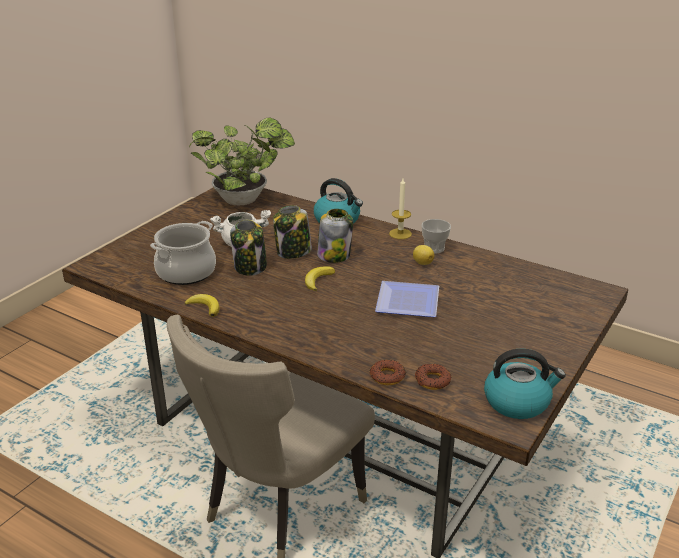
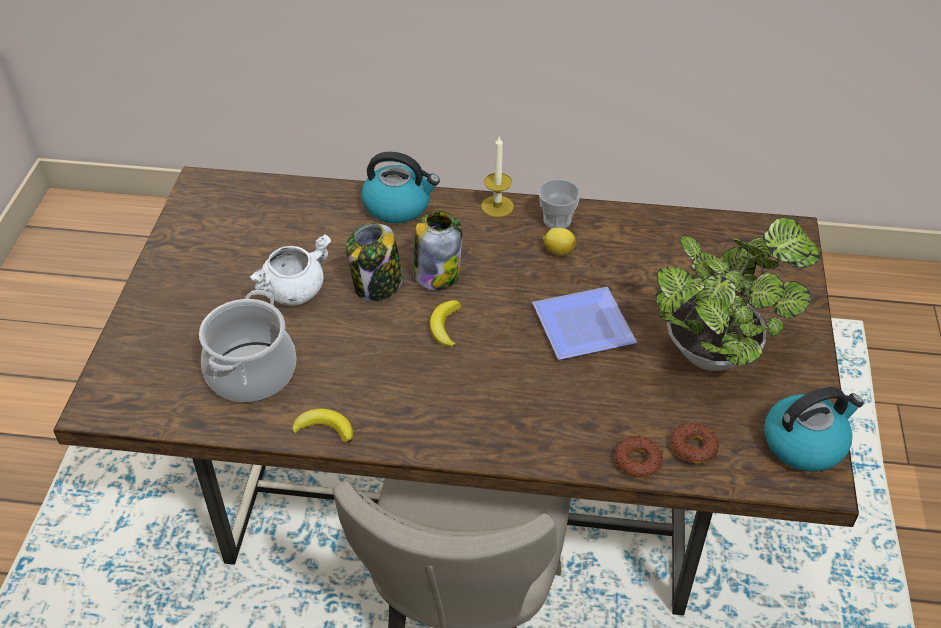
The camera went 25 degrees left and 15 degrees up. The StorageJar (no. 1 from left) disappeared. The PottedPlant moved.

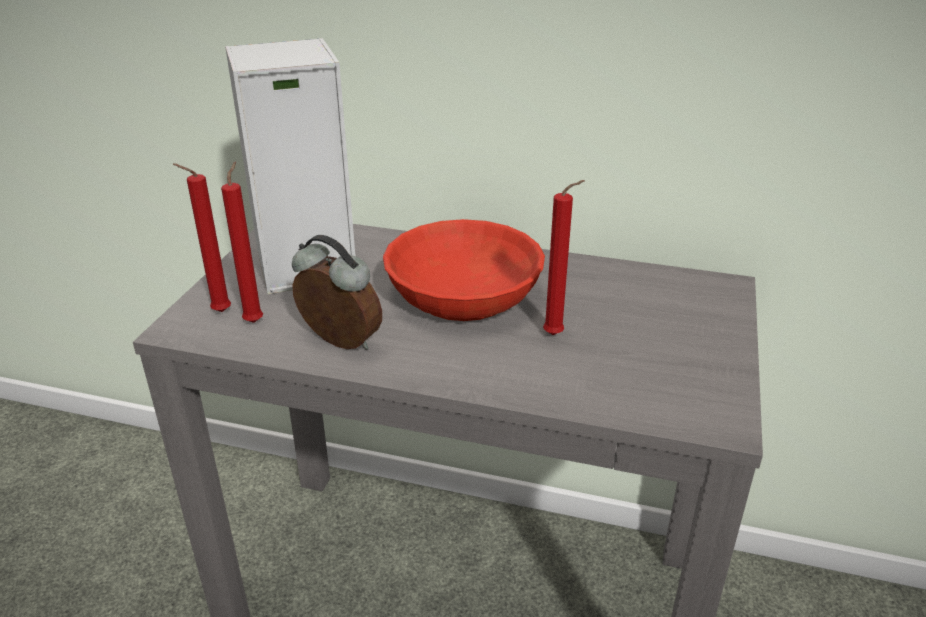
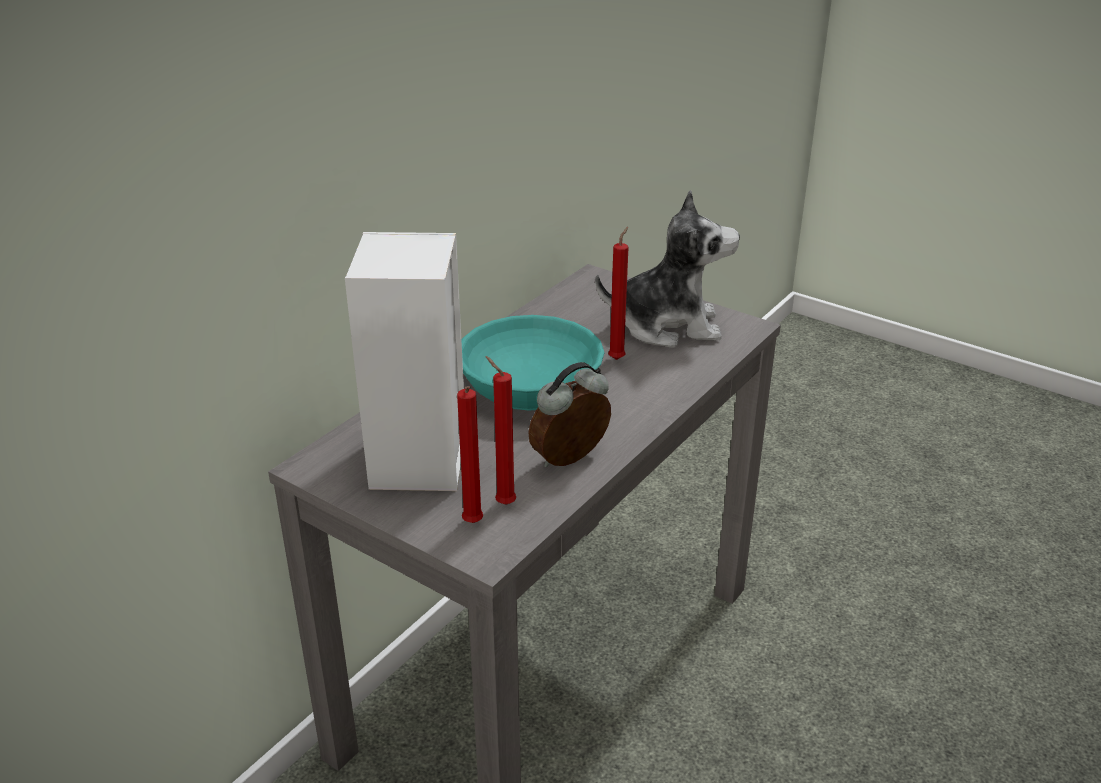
The camera went 70 degrees left and 0 degrees up. The PlushToy appeared. The RedColouredDeepDish became the BlueGreenDeepDish.

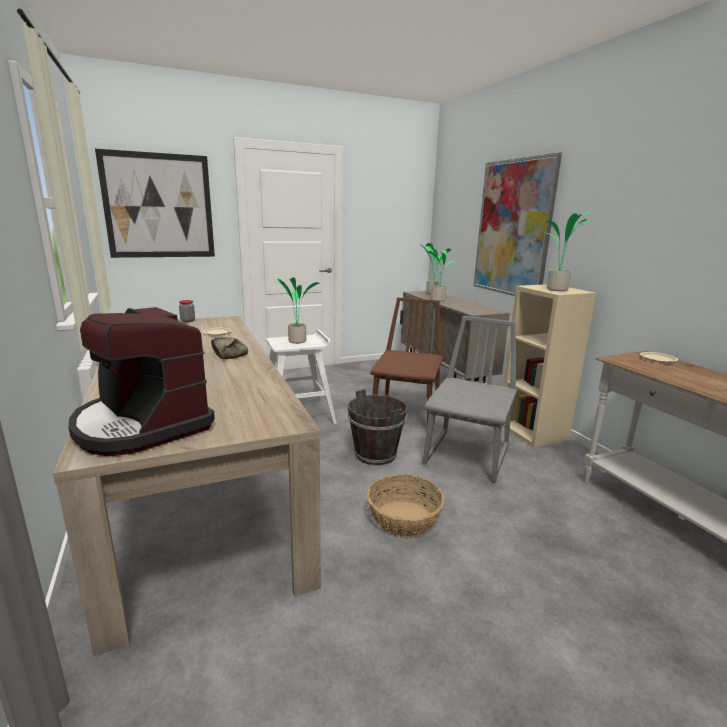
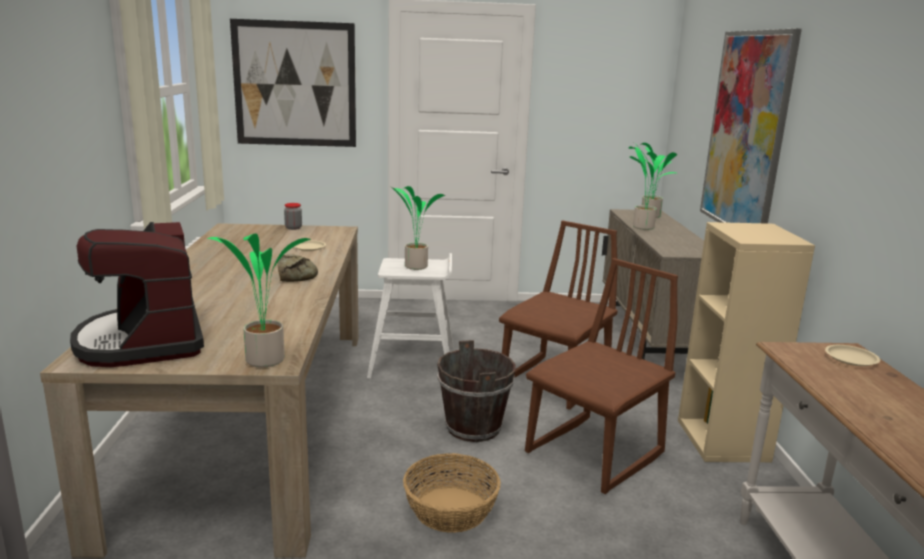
The camera went 20 degrees right and 0 degrees up. The PottedPlant (no. 4 from left in the first image) moved. The GrayChair became the BrownishChair (no. 2 from left).

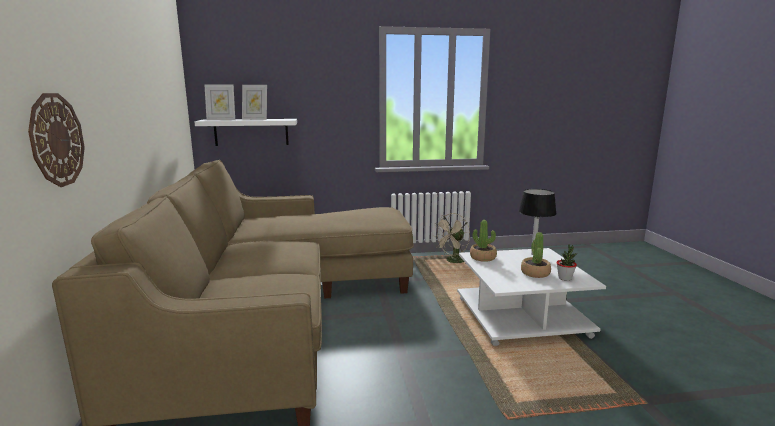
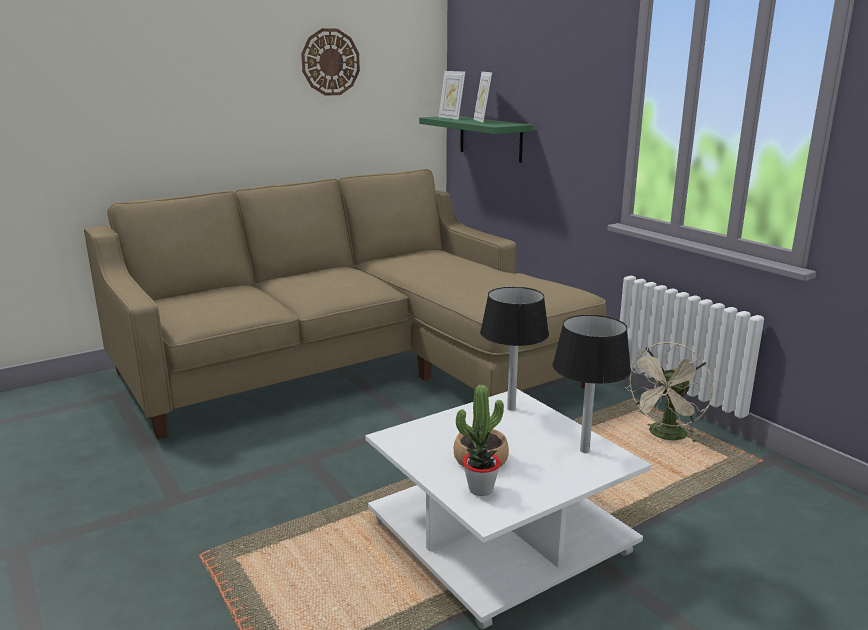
The camera went 65 degrees right and 5 degrees up. The WallClock moved. The PottedPlant (no. 1 from left) was replaced by the BlackColouredTableLamp (no. 1 from left). The WhiteBracketShelf became the GreenBracketShelf. The BeigeFan turned 75 degrees counterclockwise.

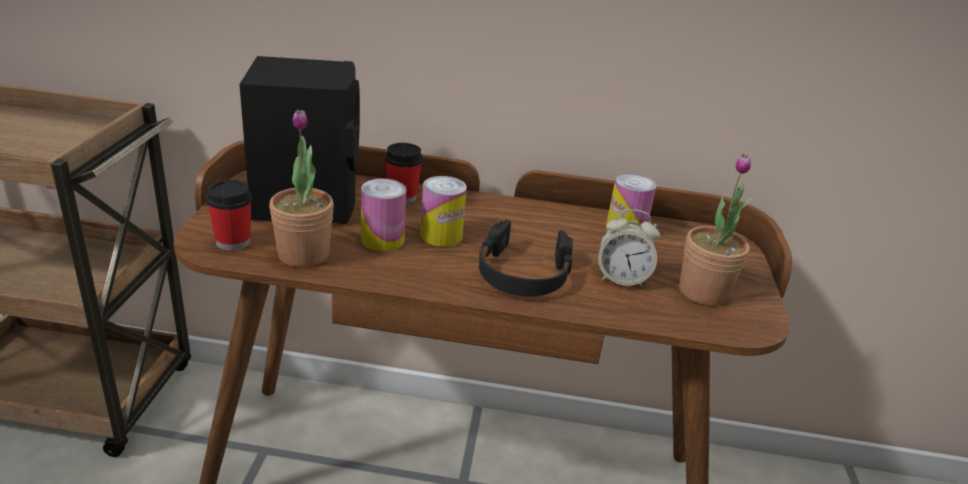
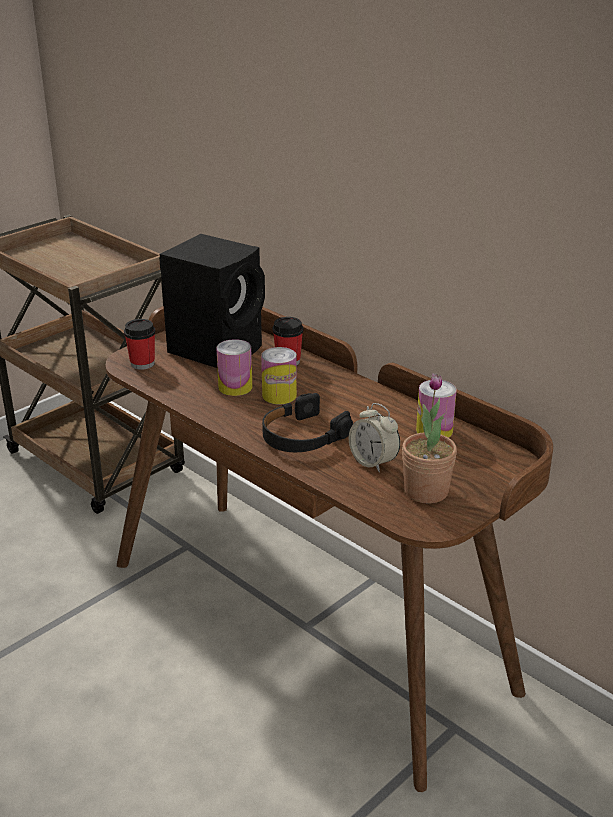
The camera went 40 degrees right and 0 degrees up. The PottedPlant (no. 1 from left) disappeared.

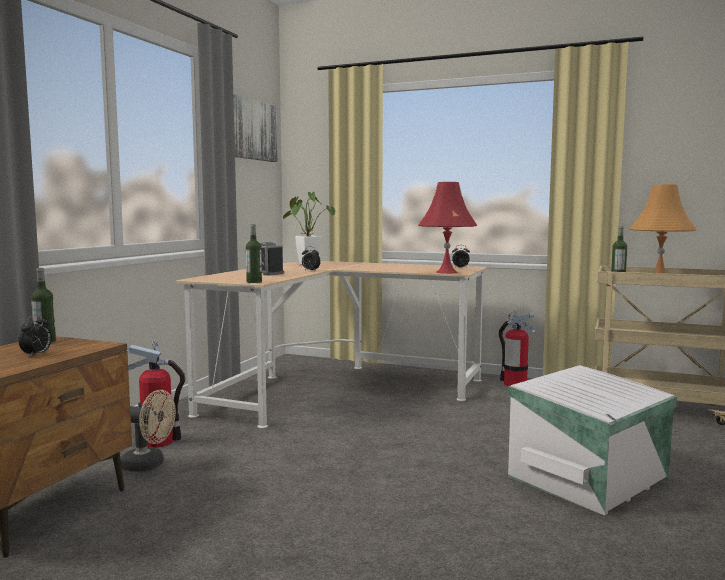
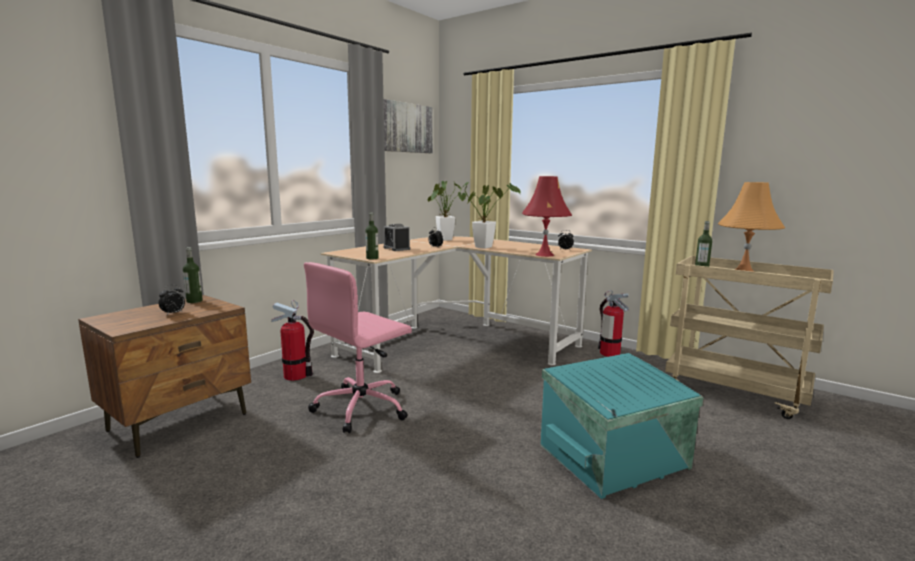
The camera went 15 degrees right and 5 degrees up. The BeigeFan disappeared. The PinkDeskChair appeared. The PottedPlant (no. 2 from left) appeared. The WhiteStorageBox became the BlueGreenStorageBox.

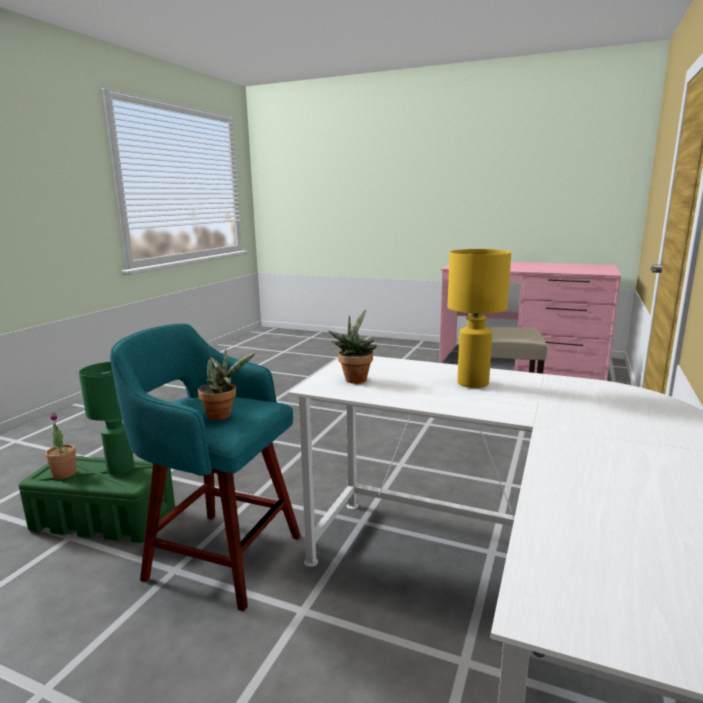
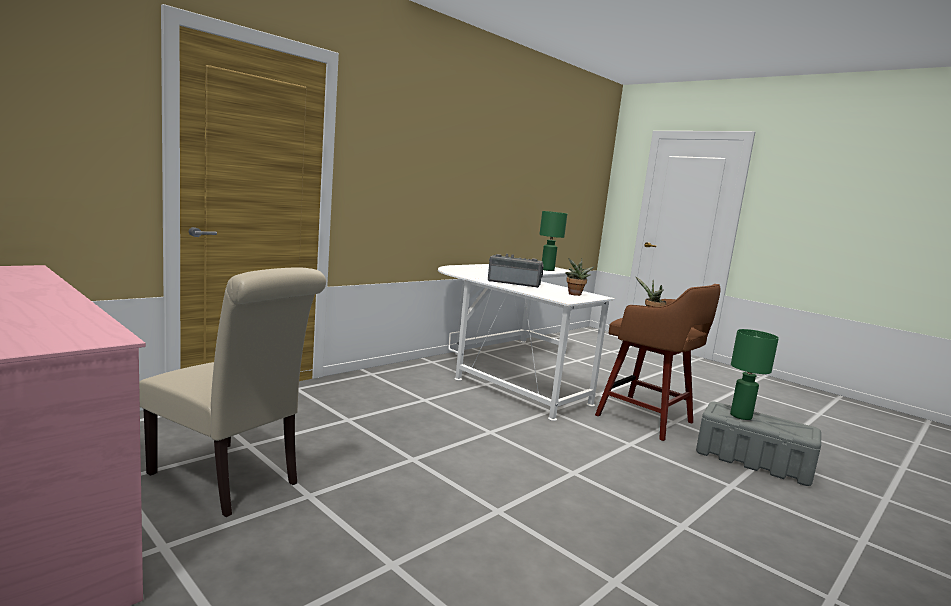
The camera went 160 degrees left and 5 degrees down. The PottedPlant (no. 1 from left) disappeared. The GreenTableLamp (no. 1 from left) appeared. The YellowColouredTableLamp was replaced by the RadioReceiver. The GreenStorageBox became the GrayStorageBox. The BlueGreenStool became the BrownishStool.

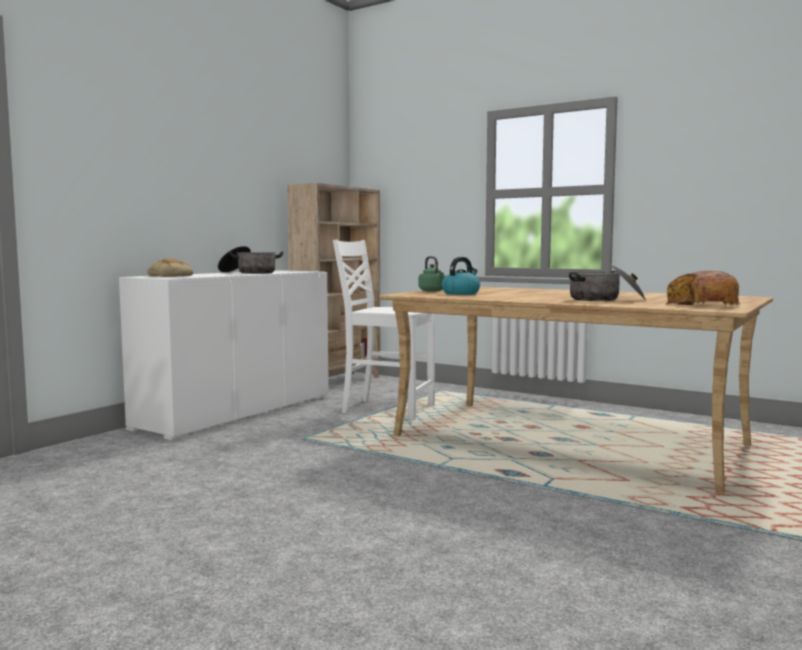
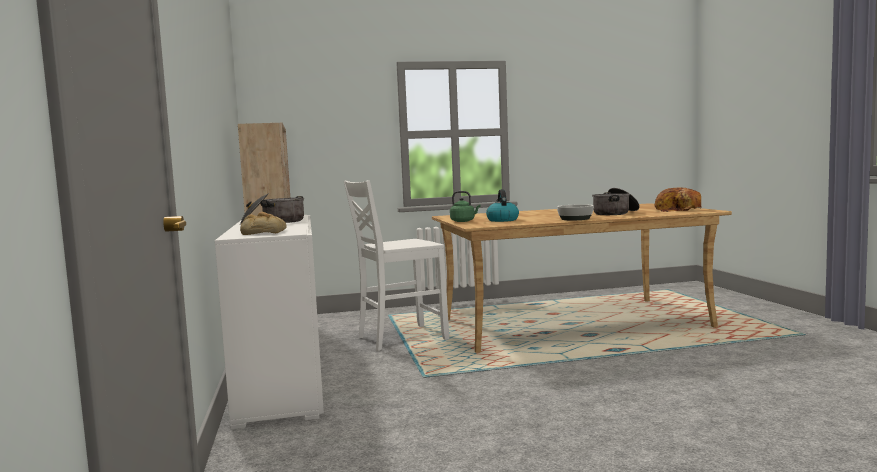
The camera went 45 degrees left and 0 degrees up. The DeepDish appeared.

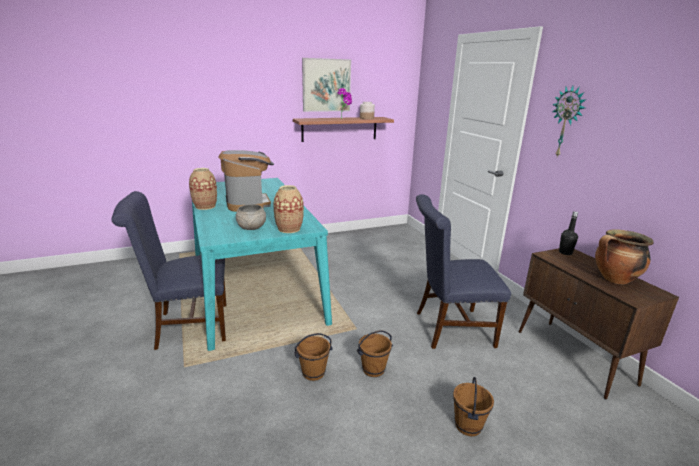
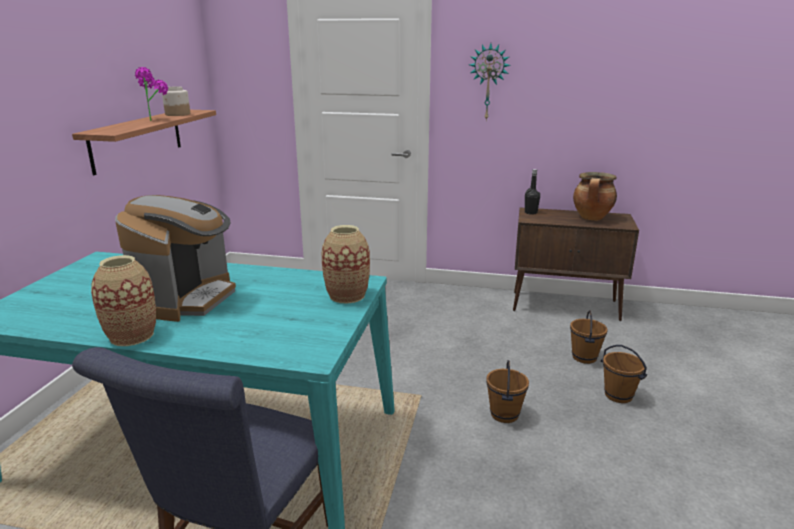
The camera went 55 degrees left and 0 degrees up. The GrayDeepDish disappeared. The WallArt disappeared. The BlueColouredChair (no. 2 from left) disappeared. The BrownishWaterBucket (no. 1 from left in the first image) moved. The CoffeeBrewer turned 90 degrees clockwise.

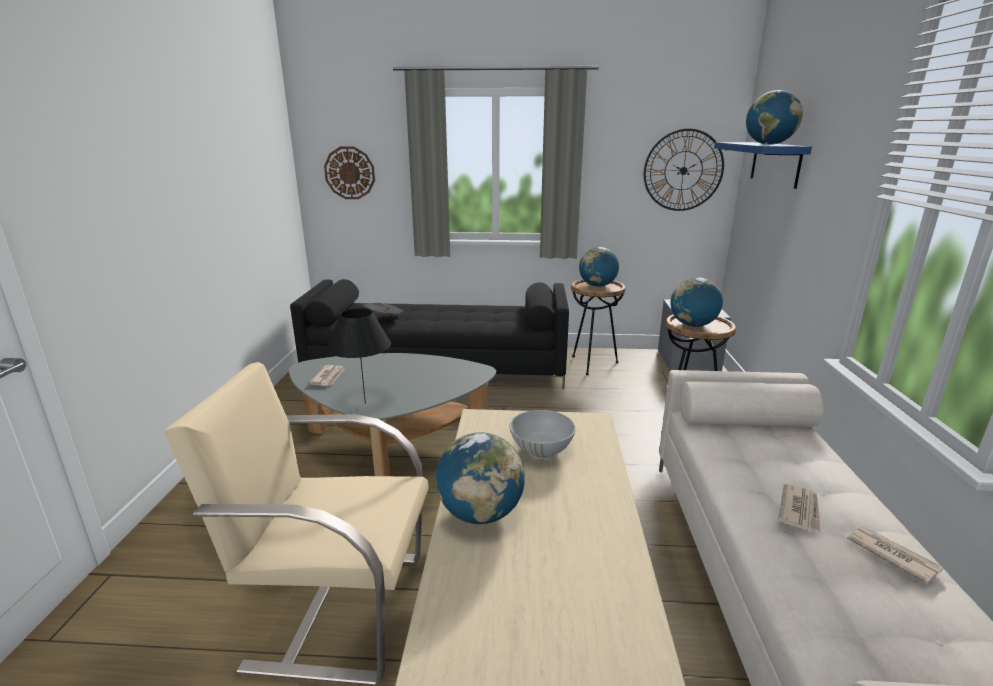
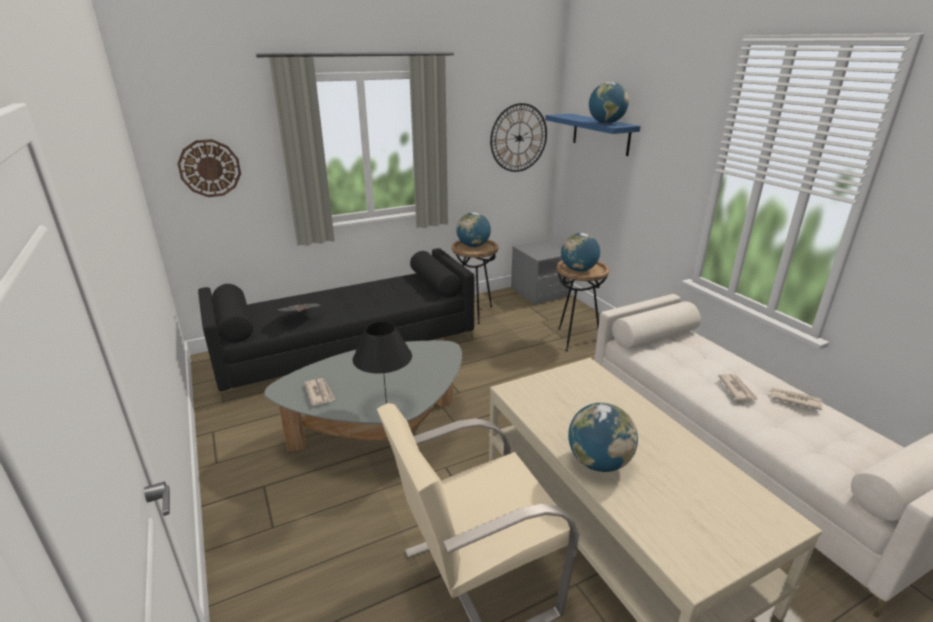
The camera went 30 degrees left and 5 degrees up. The WhiteDeepDish disappeared.

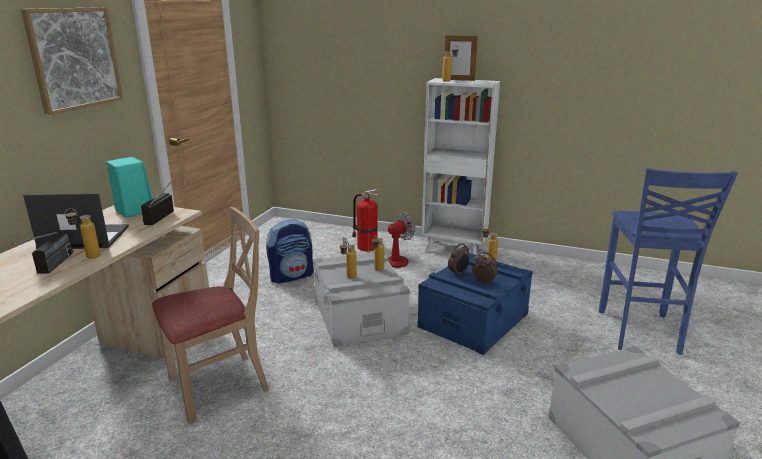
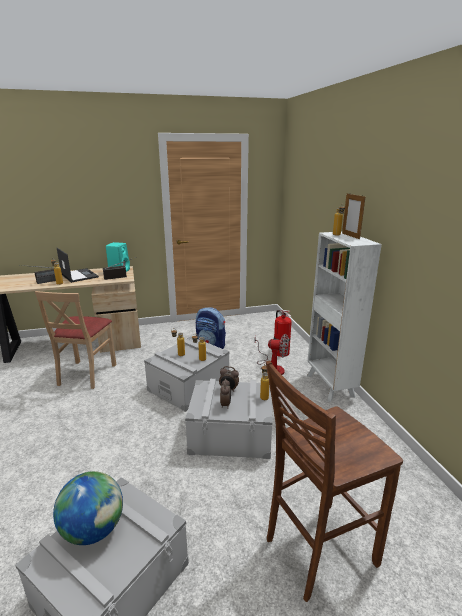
The camera went 55 degrees right and 0 degrees up. The WallArt disappeared. The DeskGlobe appeared. The BlueColouredStorageBox became the GrayStorageBox (no. 3 from left). The BlueColouredStool became the BrownishStool. The BeigeChair turned 75 degrees clockwise.

